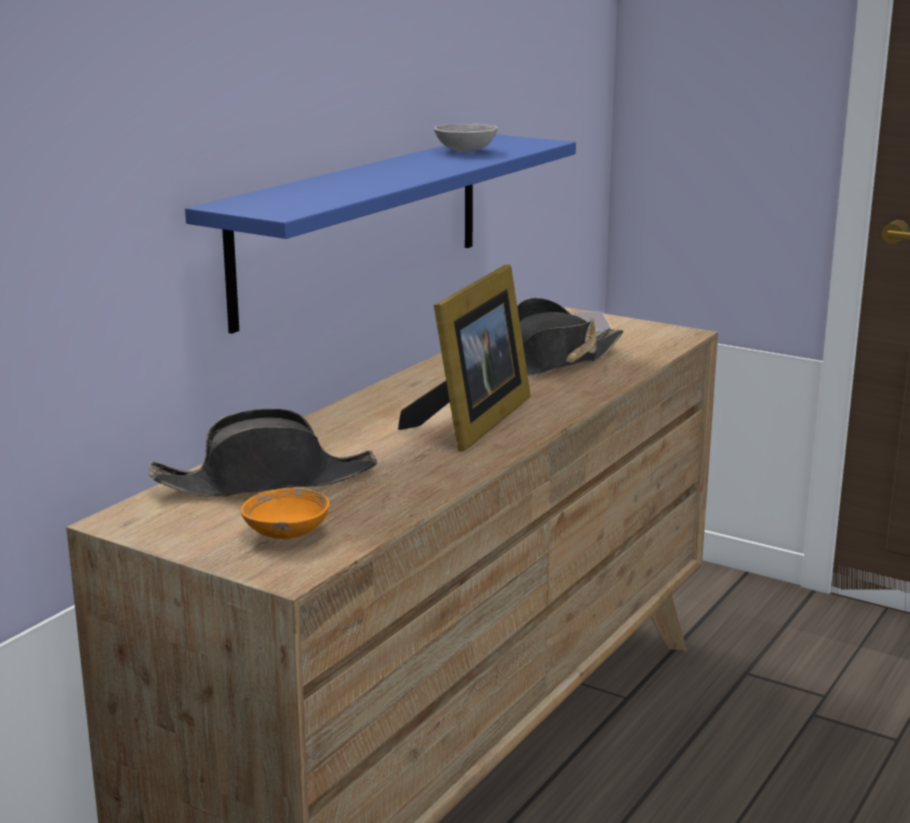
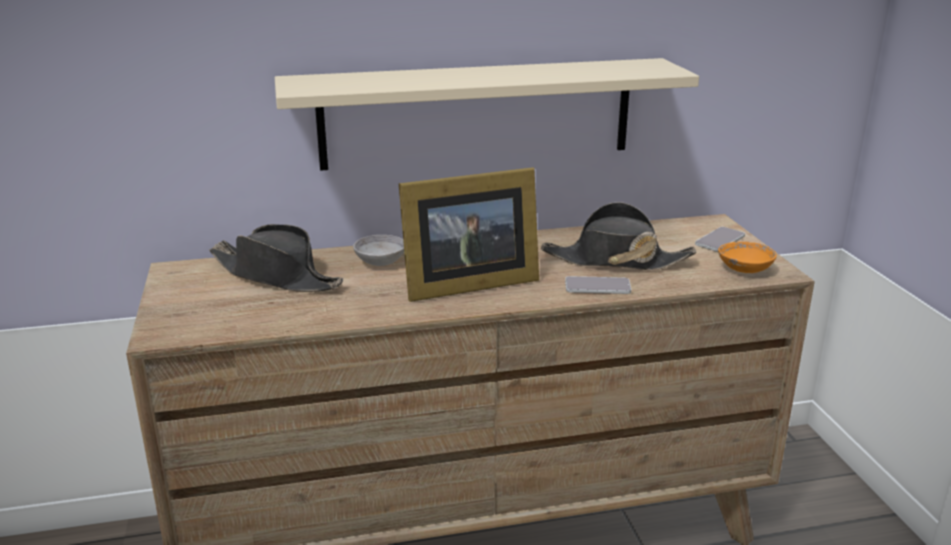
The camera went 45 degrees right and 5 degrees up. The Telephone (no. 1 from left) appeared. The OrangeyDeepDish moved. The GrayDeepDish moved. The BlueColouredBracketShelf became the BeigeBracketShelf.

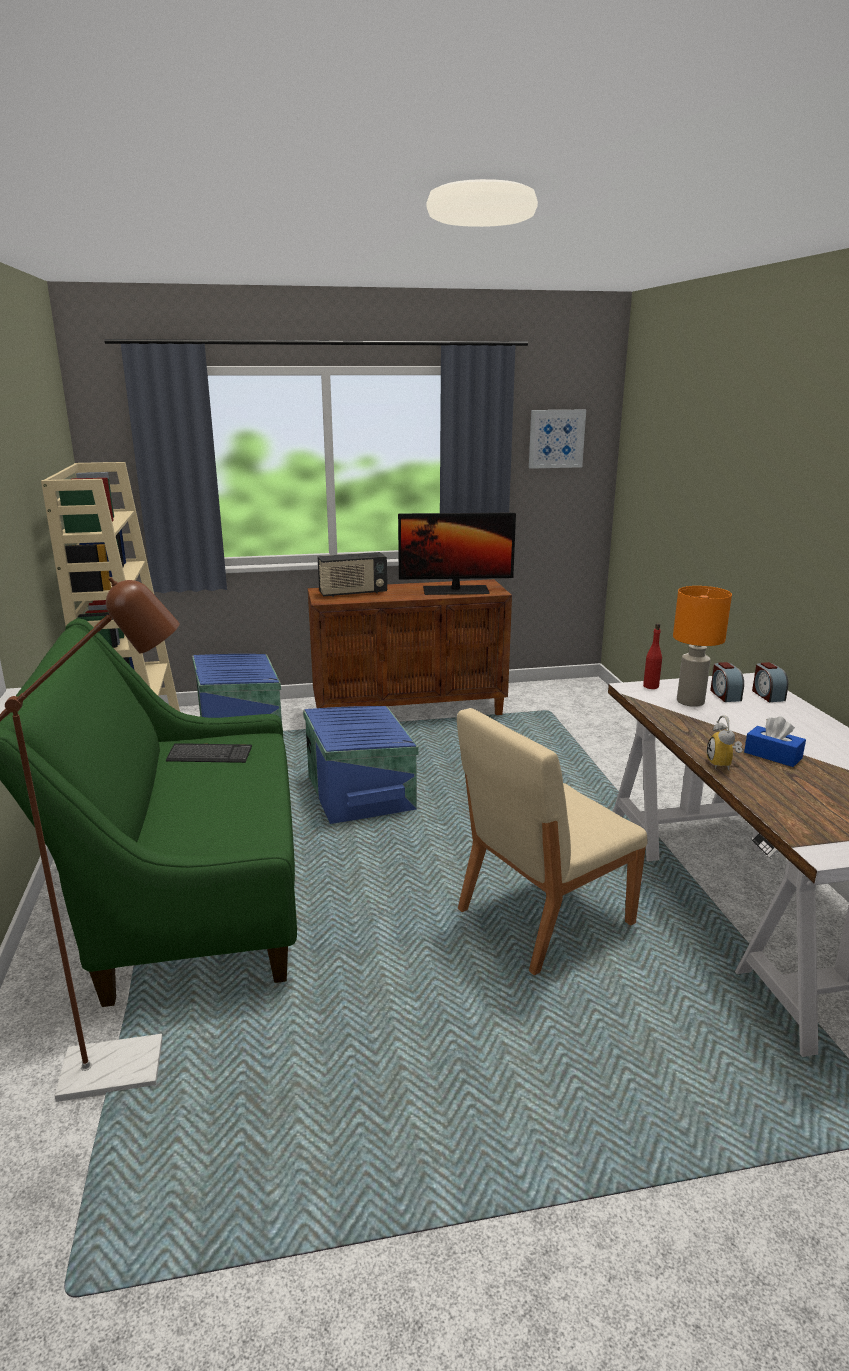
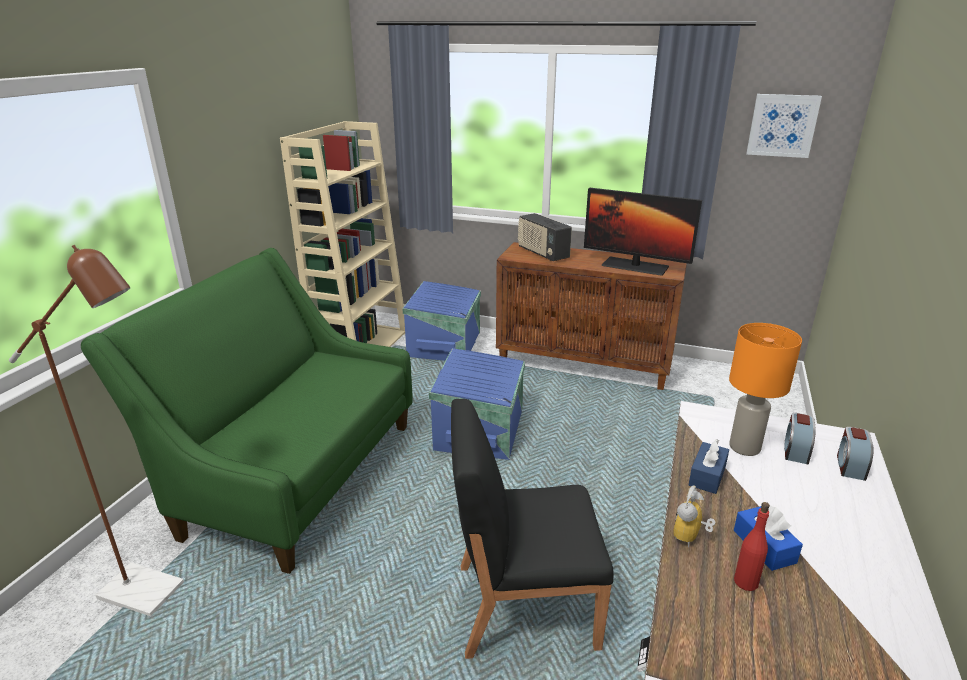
The camera went 30 degrees right and 5 degrees up. The Keyboard disappeared. The BlueColouredTissueBox (no. 1 from left) appeared. The RedColouredDrinkBottle moved. The BeigeChair became the BlackColouredChair. The RadioReceiver turned 45 degrees clockwise.

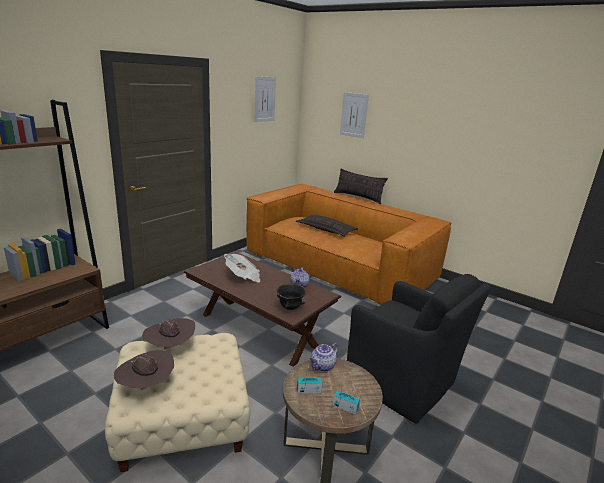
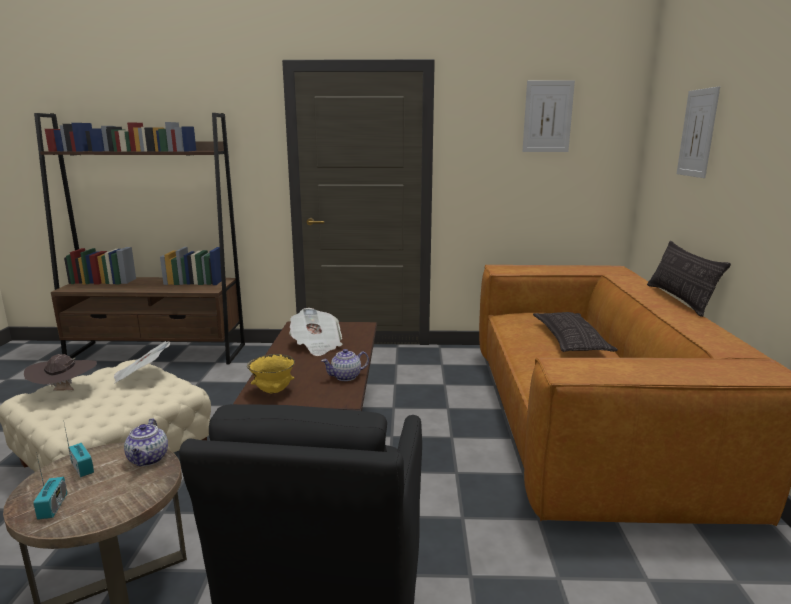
The camera went 55 degrees right and 5 degrees down. The BrownishHat (no. 2 from left) was replaced by the DailyPaper (no. 1 from left). The BlackColouredDeepDish became the YellowColouredDeepDish. The TeaPot (no. 2 from left in the first image) turned 105 degrees counterclockwise.

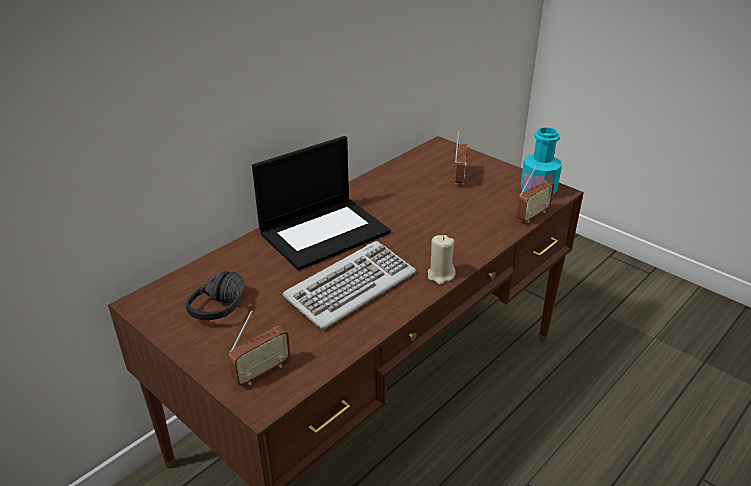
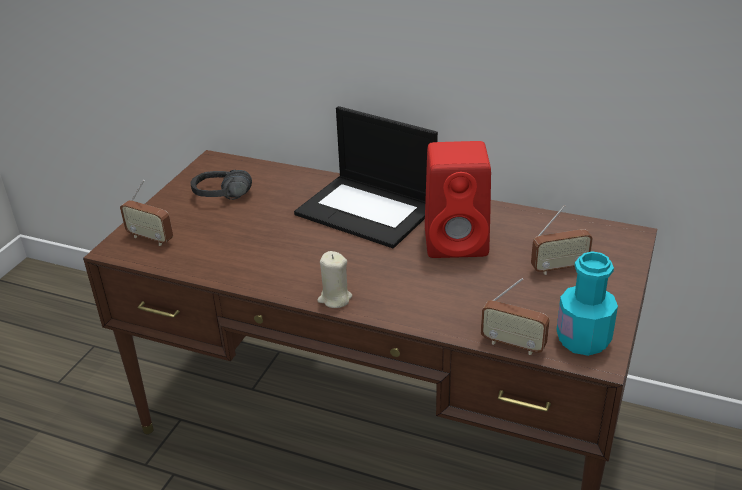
The camera went 70 degrees right and 0 degrees up. The Keyboard disappeared. The RedColouredAudioSpeaker appeared.

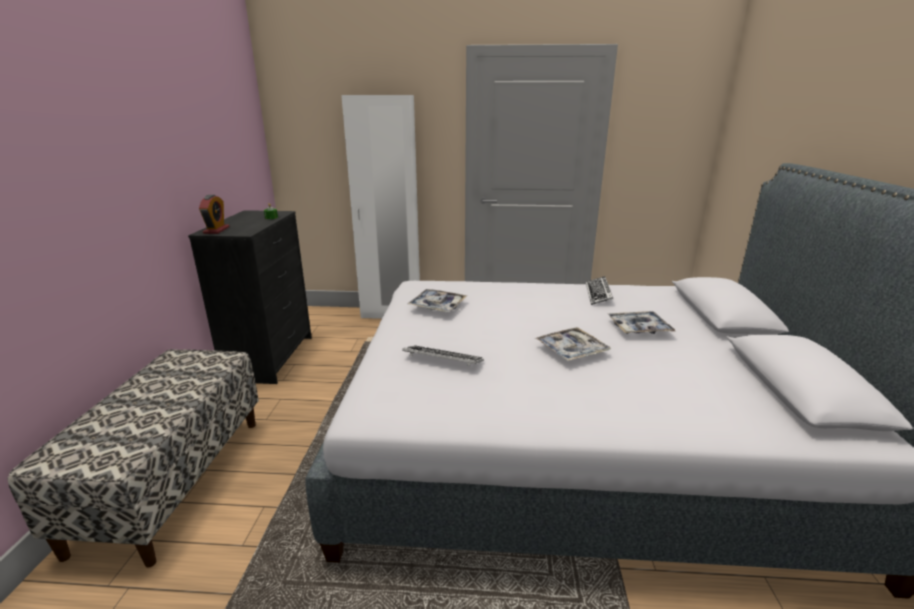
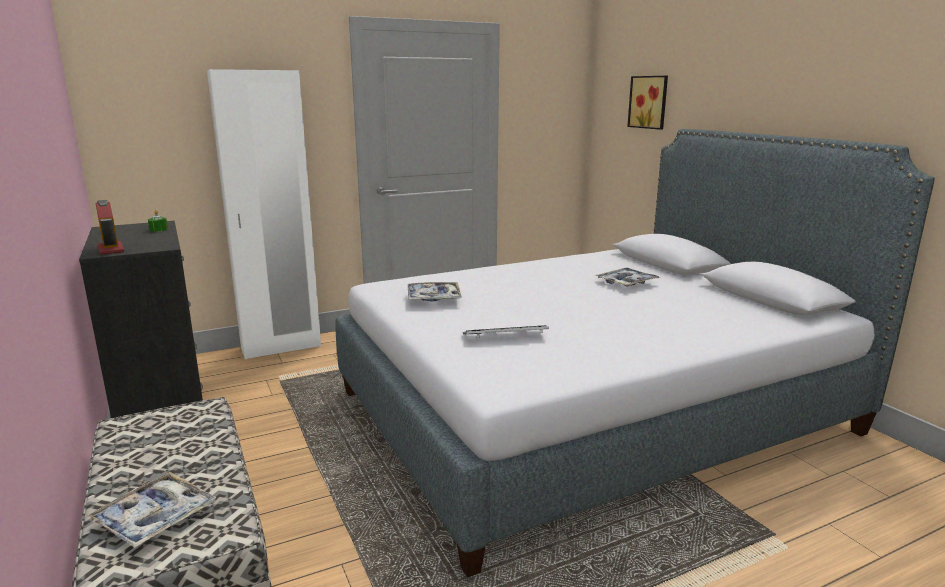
The camera went 30 degrees left and 5 degrees down. The Keyboard (no. 2 from left) disappeared. The WallArt appeared. The ServingTray (no. 2 from left in the first image) moved.

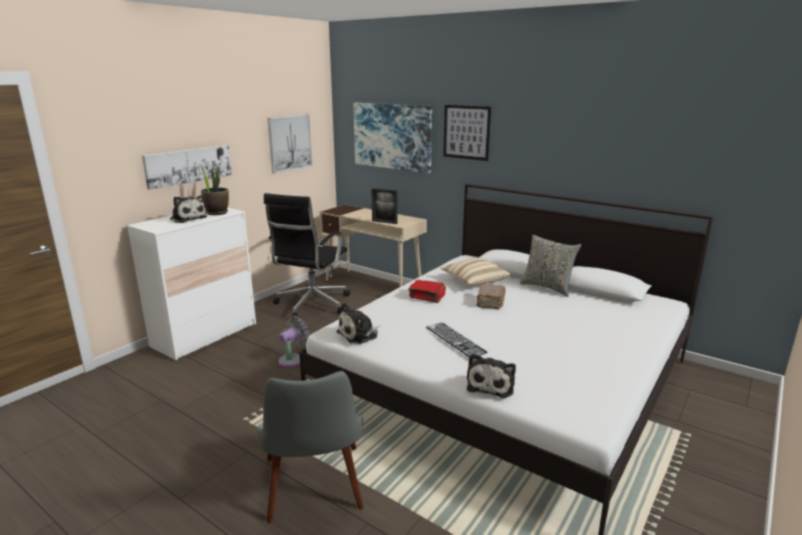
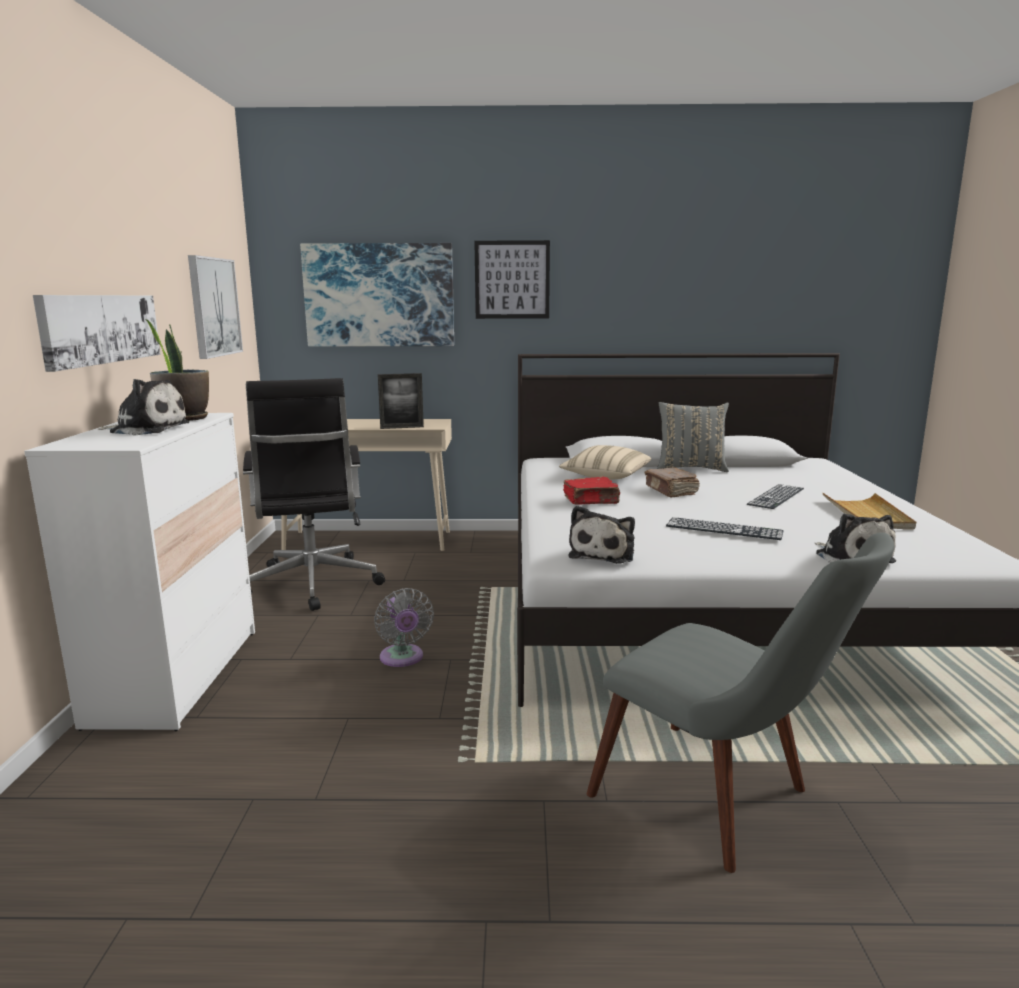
The camera went 35 degrees left and 5 degrees down. The Keyboard (no. 2 from left) appeared. The BeigeServingTray appeared. The GrayFan turned 150 degrees clockwise.

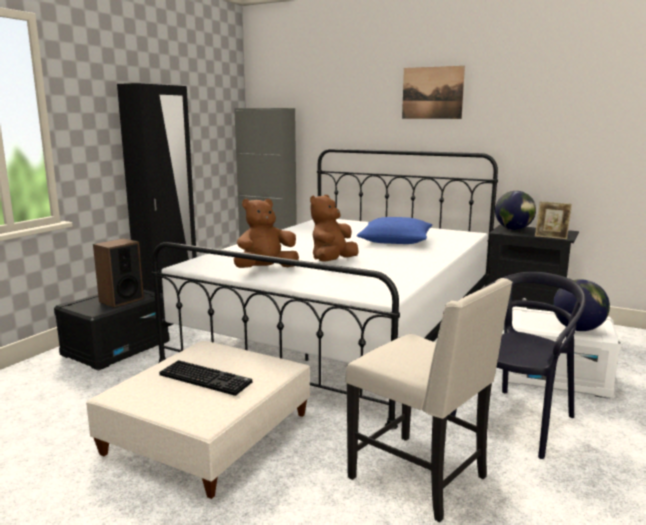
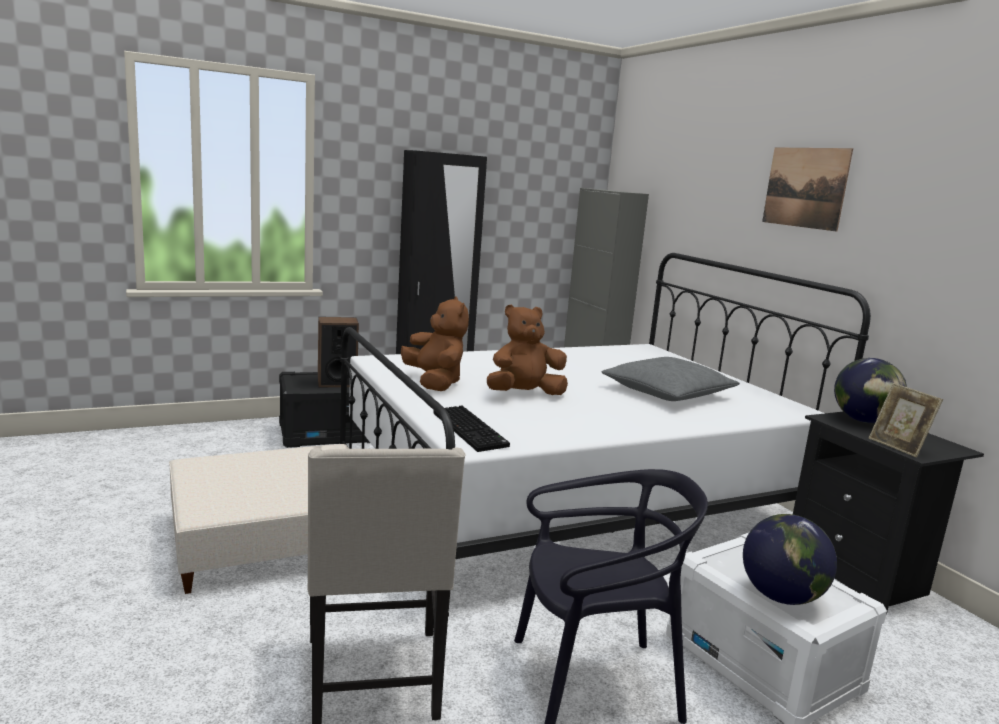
The camera went 35 degrees right and 0 degrees up. The Keyboard moved. The BlueColouredPillow became the GrayPillow. The BrownishPlushToy (no. 1 from left) turned 60 degrees clockwise.

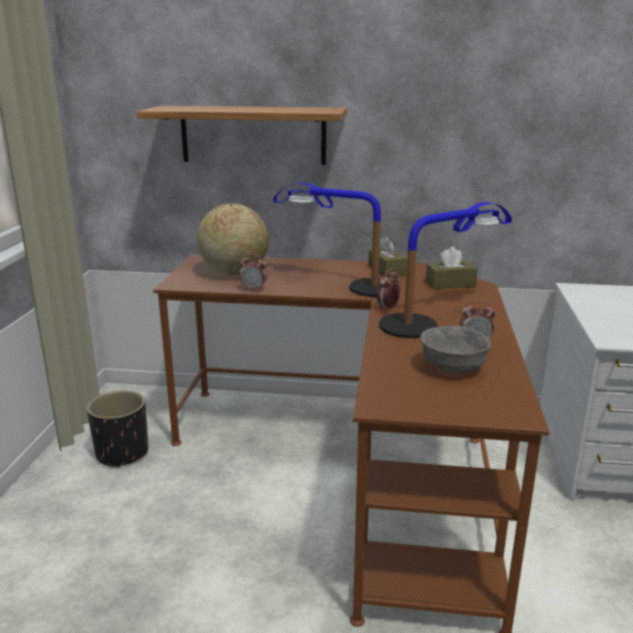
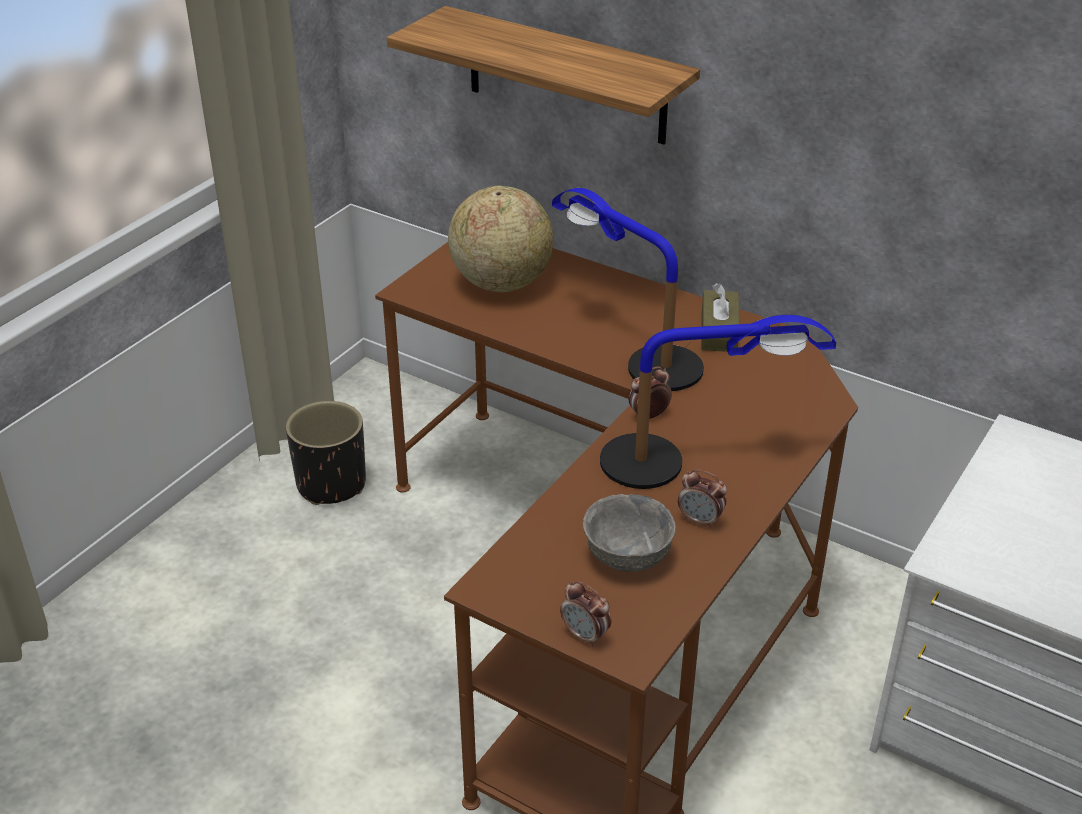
The camera went 25 degrees right and 15 degrees up. The BrownishTissueBox (no. 2 from left) disappeared. The BedsideClock (no. 1 from left) moved.

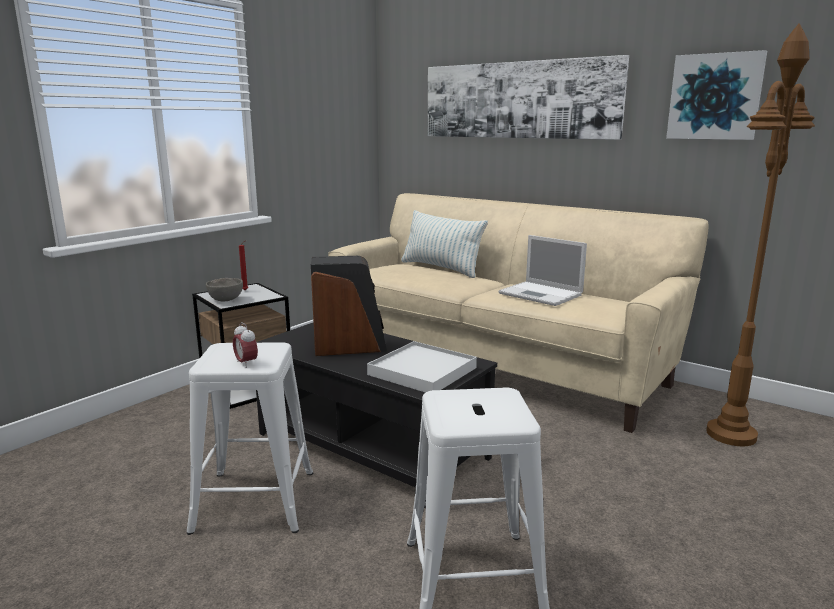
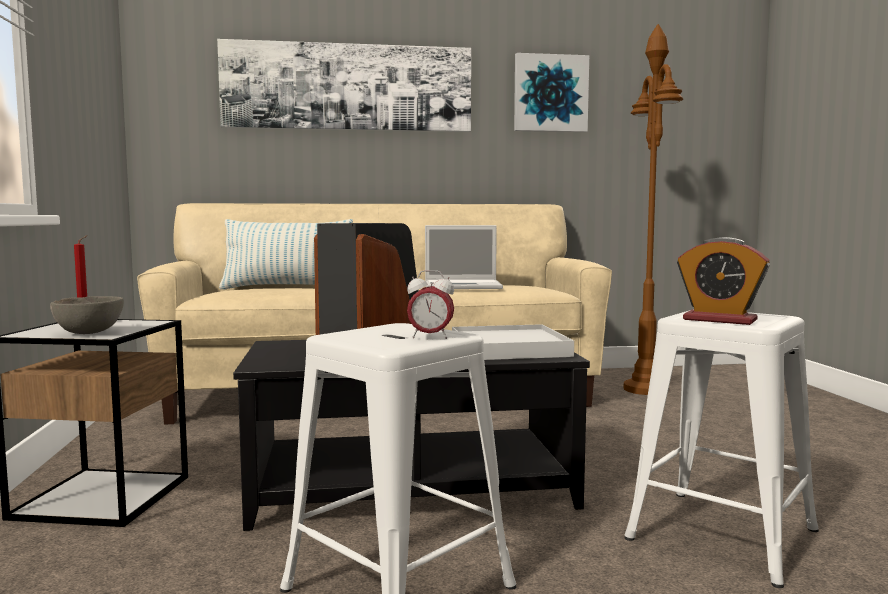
The camera went 45 degrees left and 10 degrees down. The BedsideClock (no. 2 from left) appeared.

